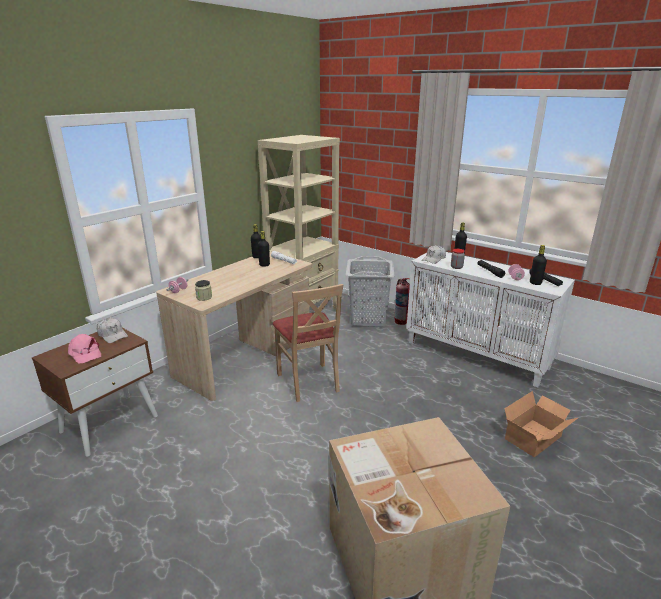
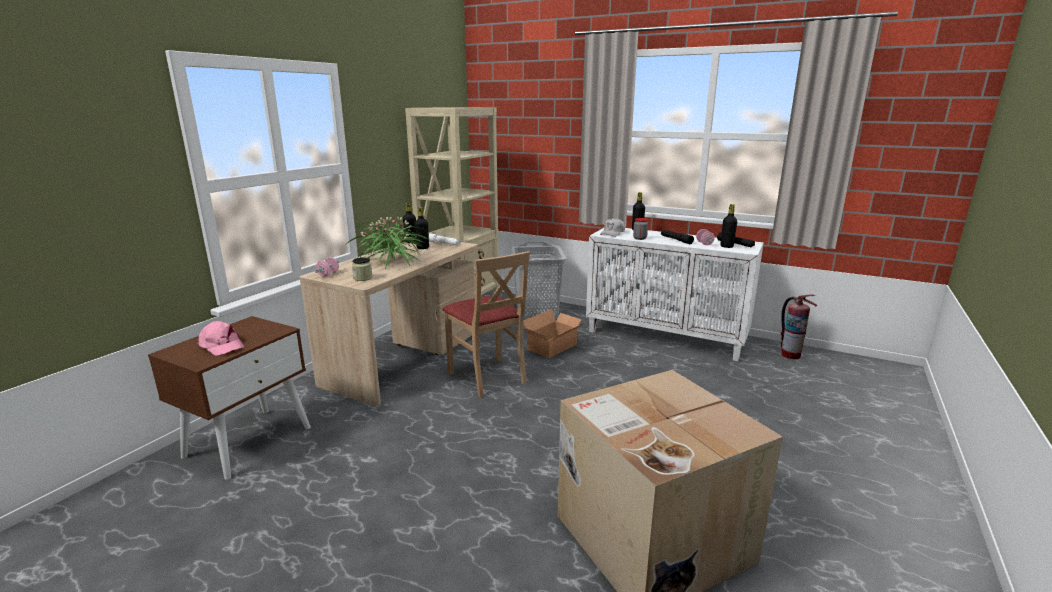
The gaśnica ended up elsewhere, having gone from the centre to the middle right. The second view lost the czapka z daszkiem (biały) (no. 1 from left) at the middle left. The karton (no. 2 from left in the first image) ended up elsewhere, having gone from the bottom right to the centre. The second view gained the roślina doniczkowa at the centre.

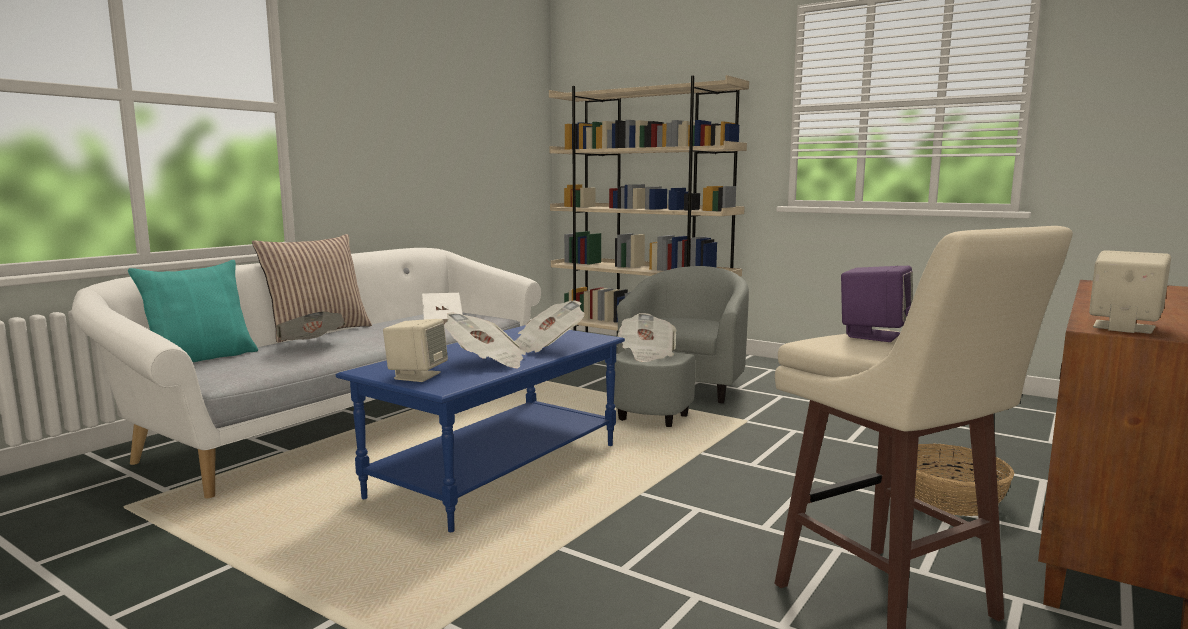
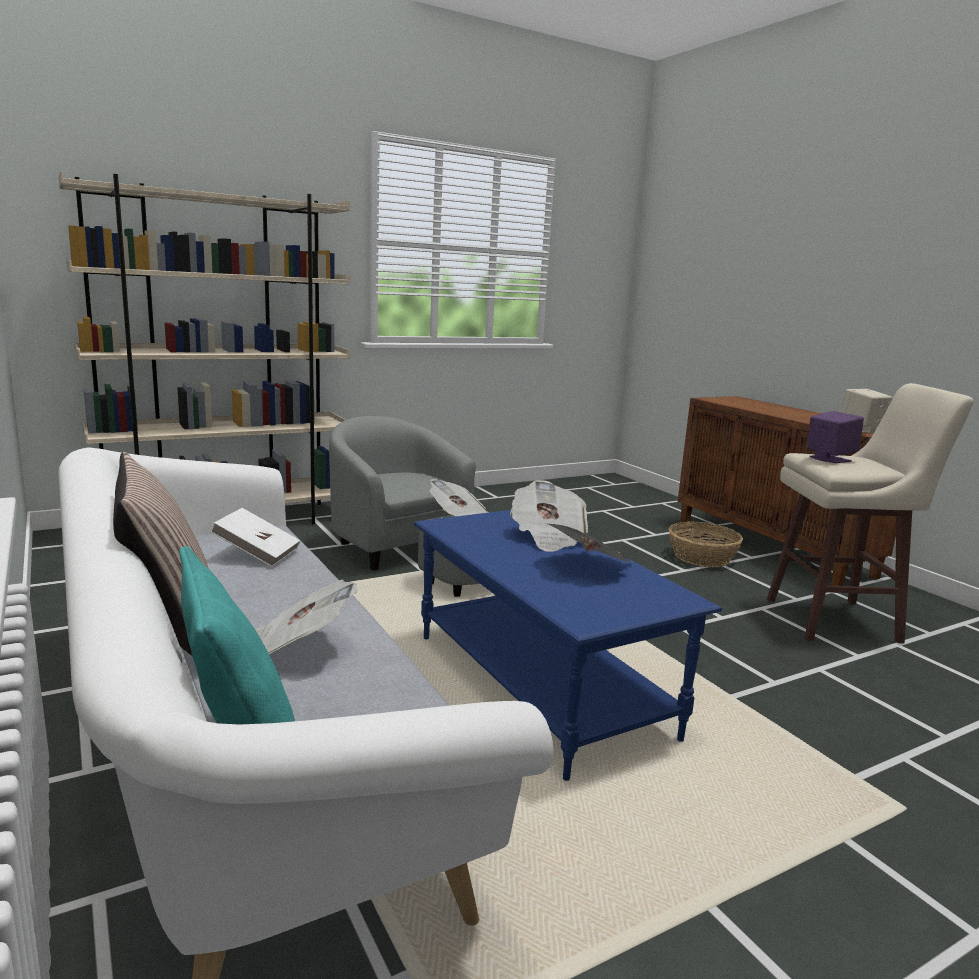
The second view lost the głośnik (beżowy) (no. 1 from left) at the centre.

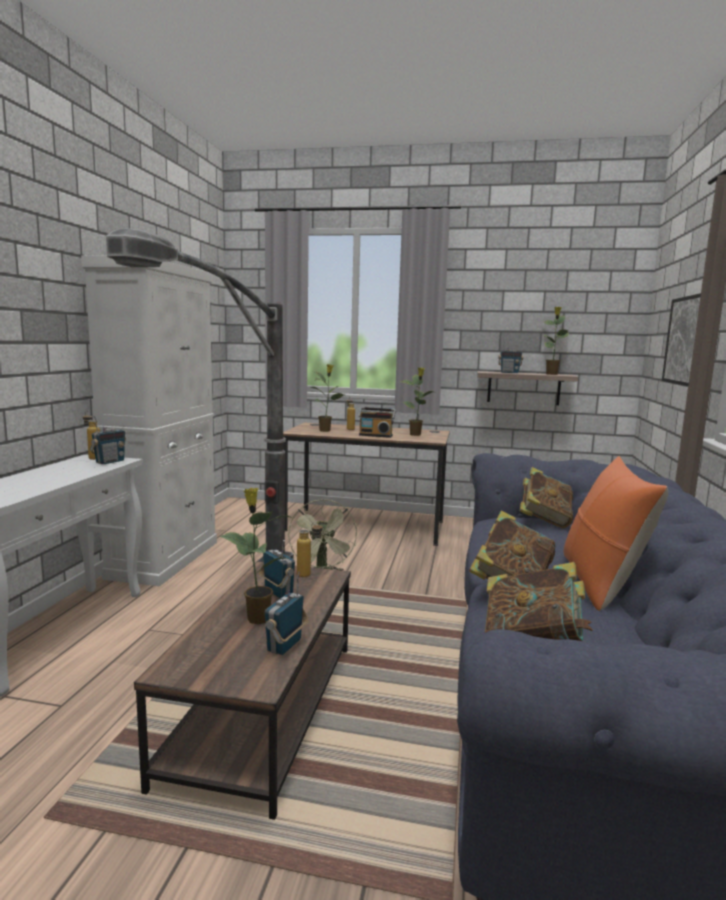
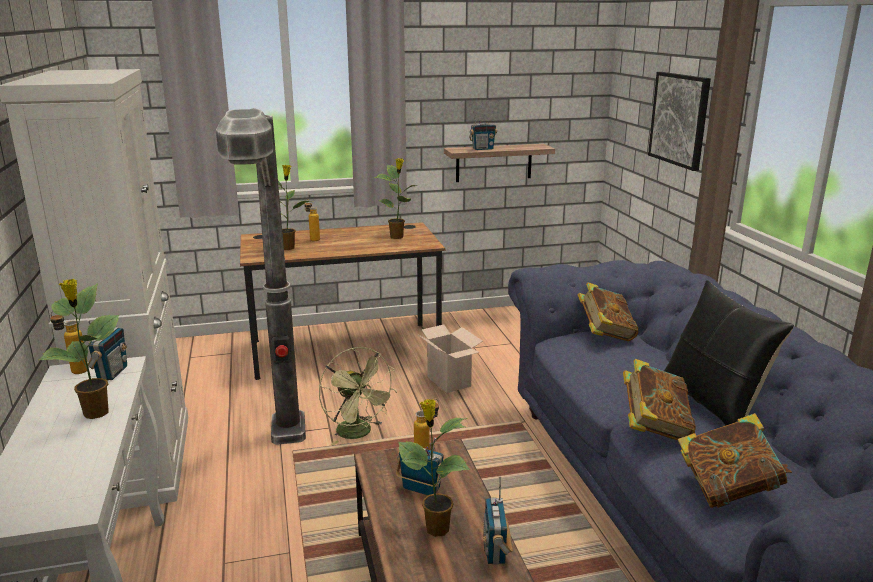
The roślina doniczkowa (no. 4 from left in the first image) ended up elsewhere, having gone from the middle right to the middle left. The second view lost the radio (no. 4 from left) at the centre. What was the poduszka (pomarańczowy) at the middle right turned into the poduszka (czarny) at the middle right. The second view gained the karton at the centre.

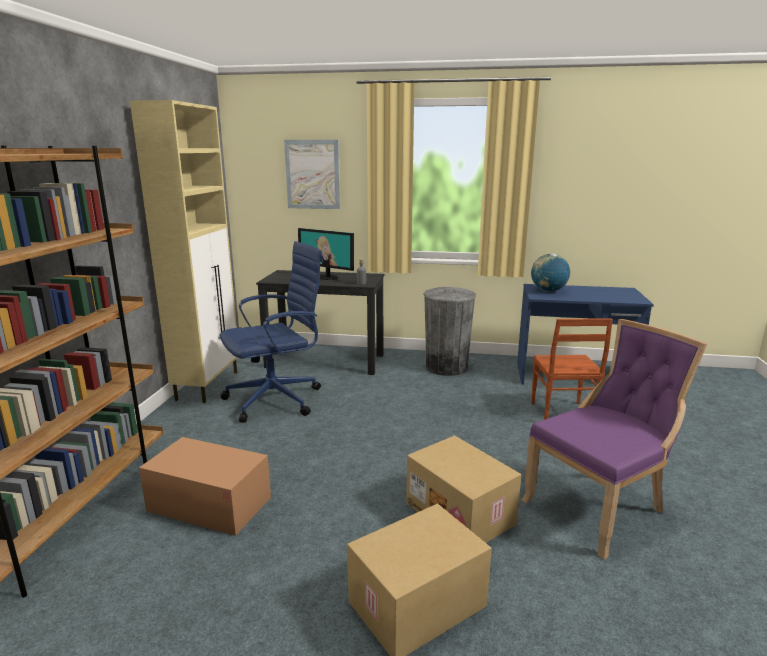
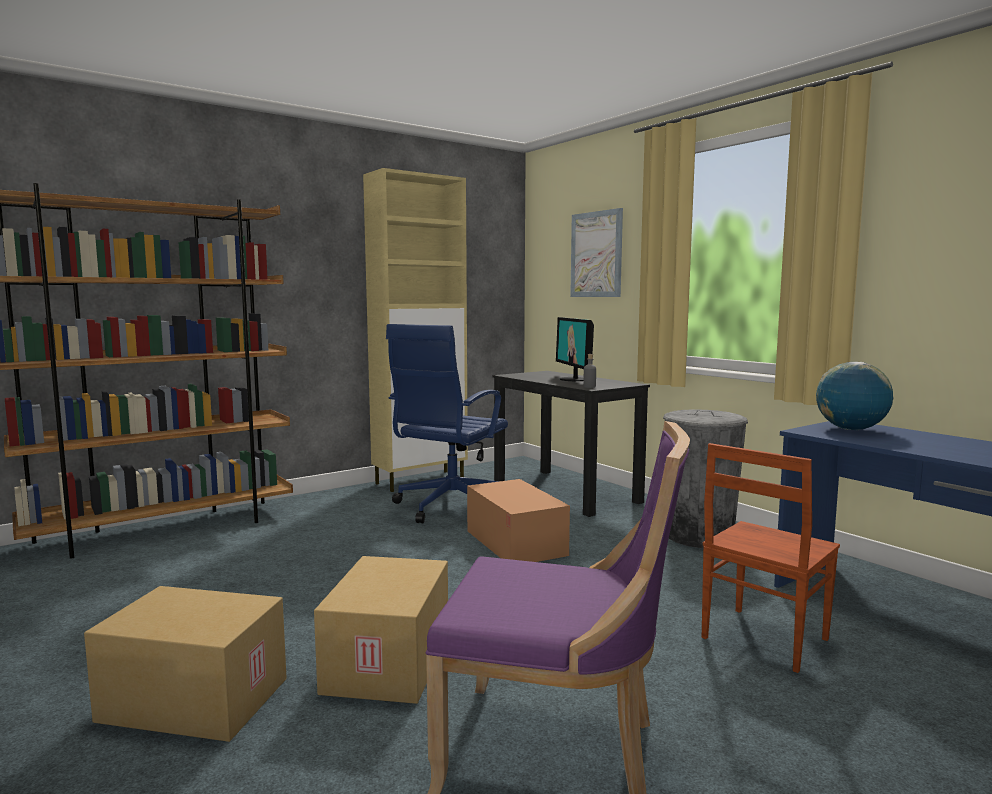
The krzesło biurowe (niebieski) at the centre ended up facing another way, 105 degrees clockwise from before. The karton (no. 1 from left in the first image) ended up elsewhere, having gone from the bottom left to the centre.

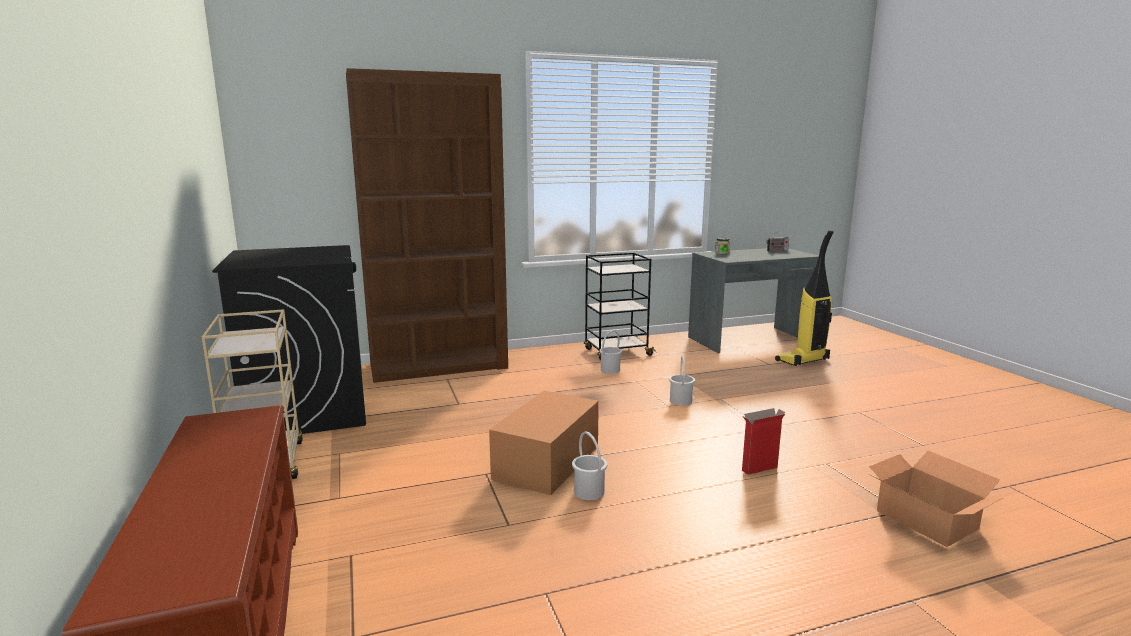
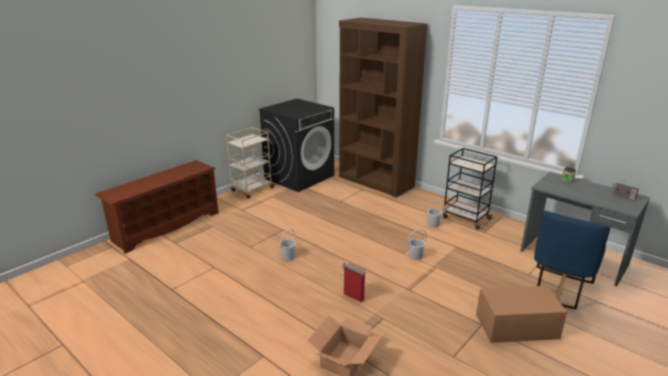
Where the odkurzacz stood at the middle right, the krzesło (niebieski) came to stand at the bottom right. The karton (no. 1 from left in the first image) ended up elsewhere, having gone from the bottom centre to the bottom right.

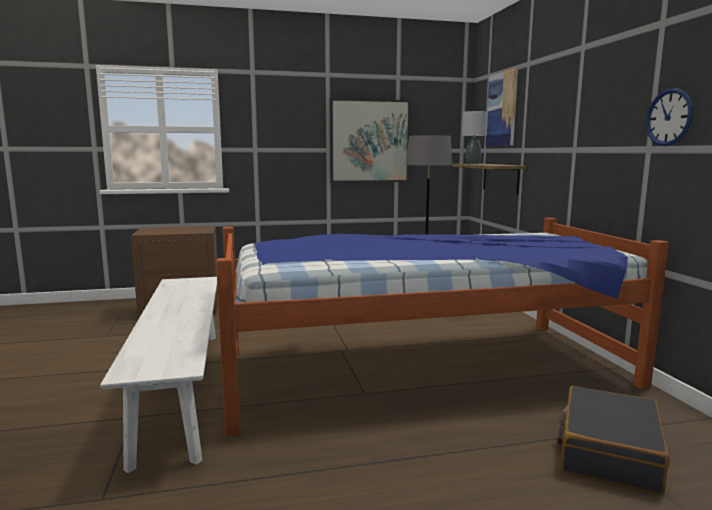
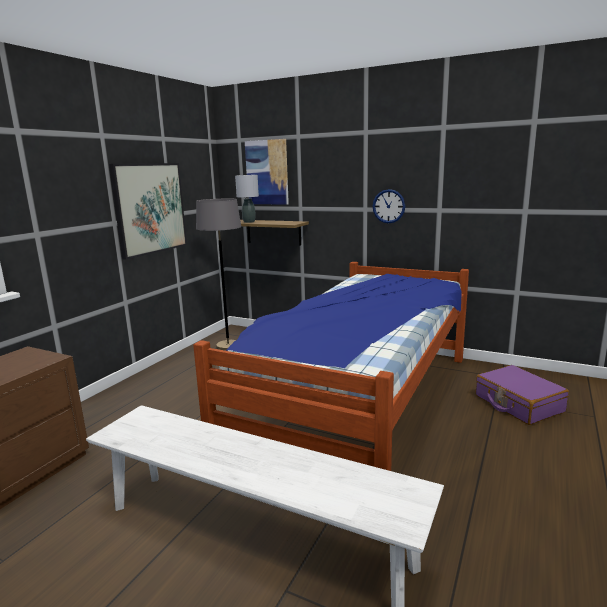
The zegar ścienny ended up elsewhere, having gone from the top right to the centre. What was the walizka (czarny) at the bottom right turned into the walizka (fioletowy) at the middle right.

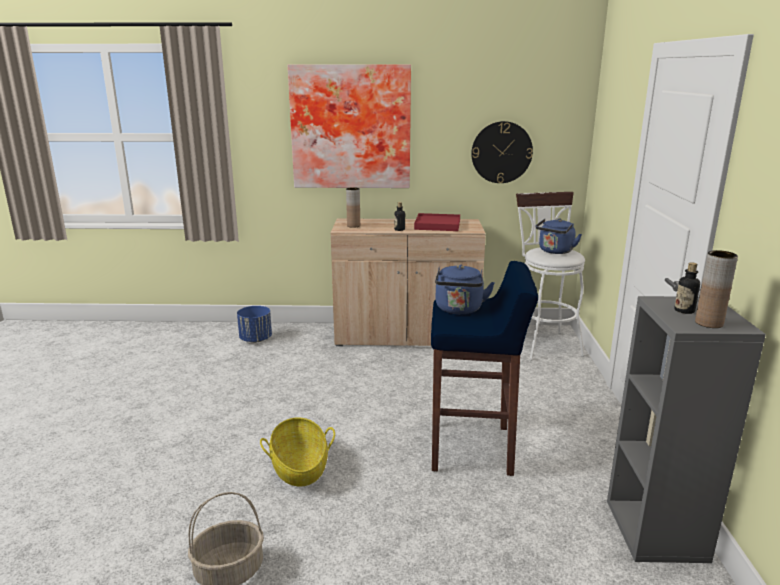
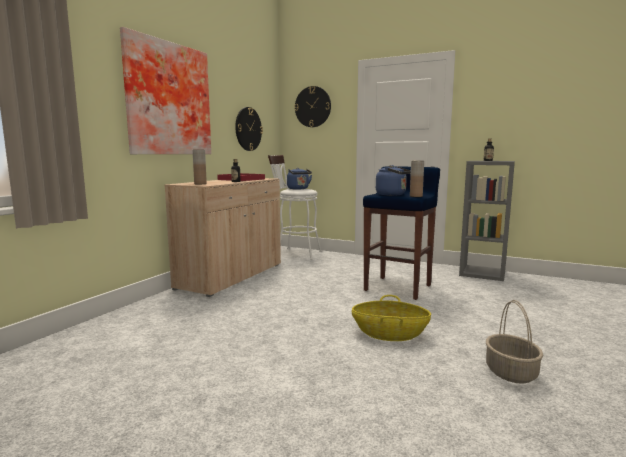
The wazon (brązowy) (no. 2 from left) ended up elsewhere, having gone from the middle right to the centre. The second view lost the donica (niebieski) at the middle left. The second view gained the zegar ścienny (no. 2 from left) at the top centre.

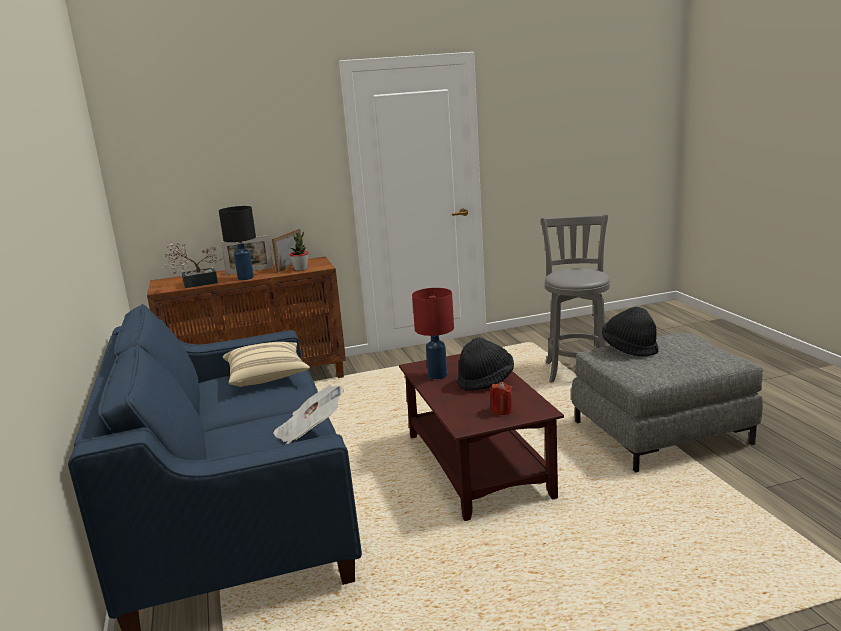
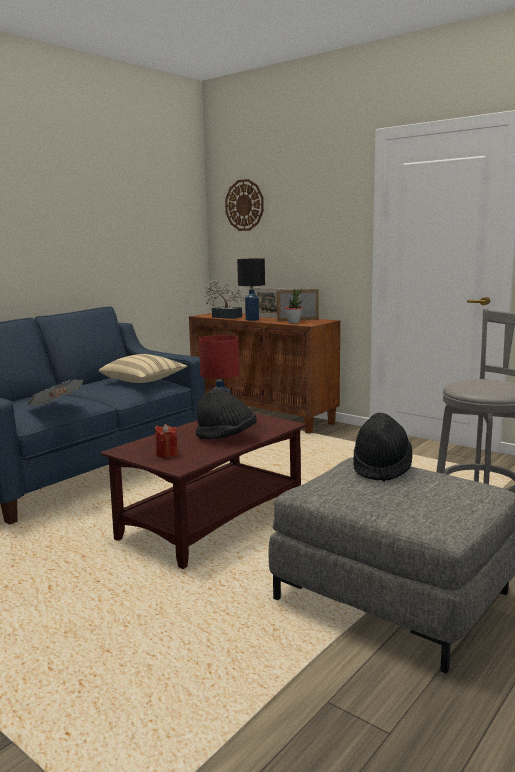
The second view gained the zegar ścienny at the top centre.

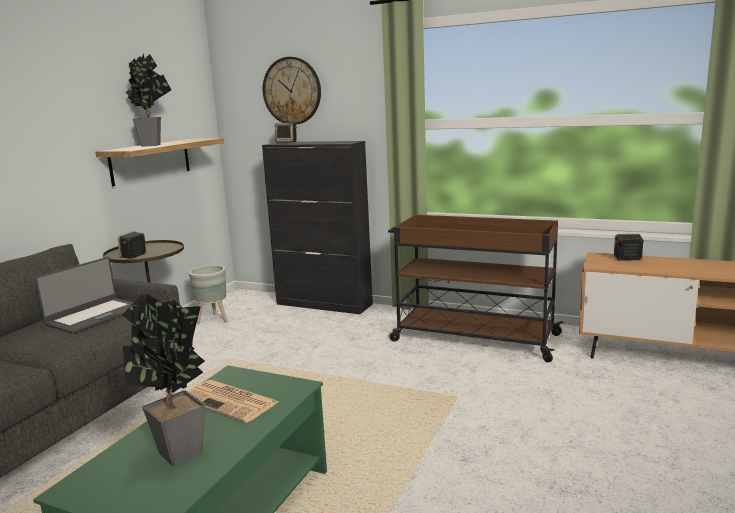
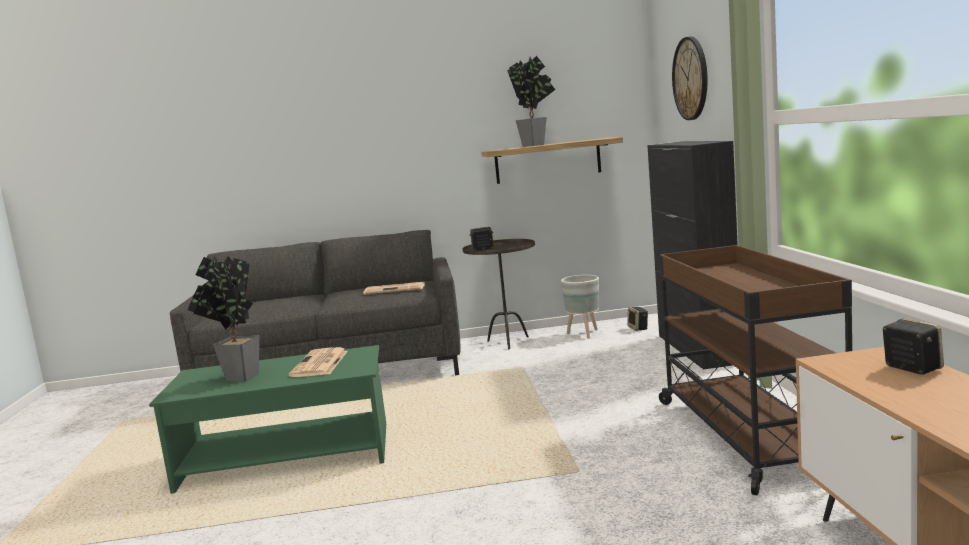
The głośnik (no. 2 from left) ended up elsewhere, having gone from the top centre to the centre. Where the laptop stood at the middle left, the gazeta (no. 2 from left) came to stand at the centre.

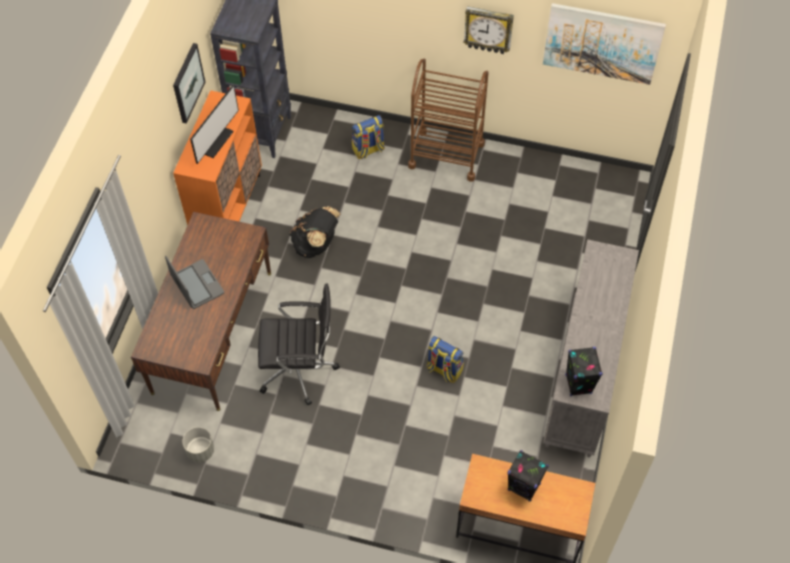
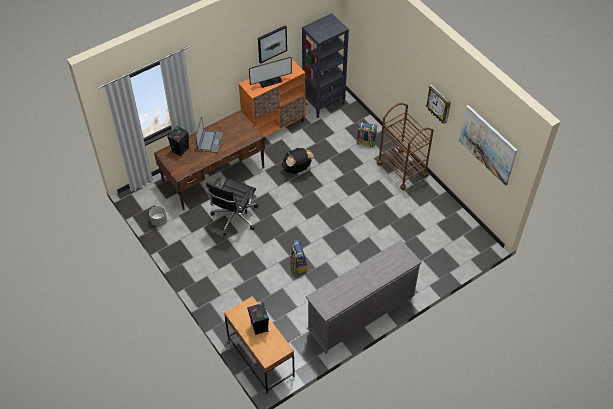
The krzesło biurowe (czarny) at the centre ended up facing another way, 75 degrees clockwise from before. The głośnik (czarny) (no. 2 from left in the first image) ended up elsewhere, having gone from the middle right to the middle left.

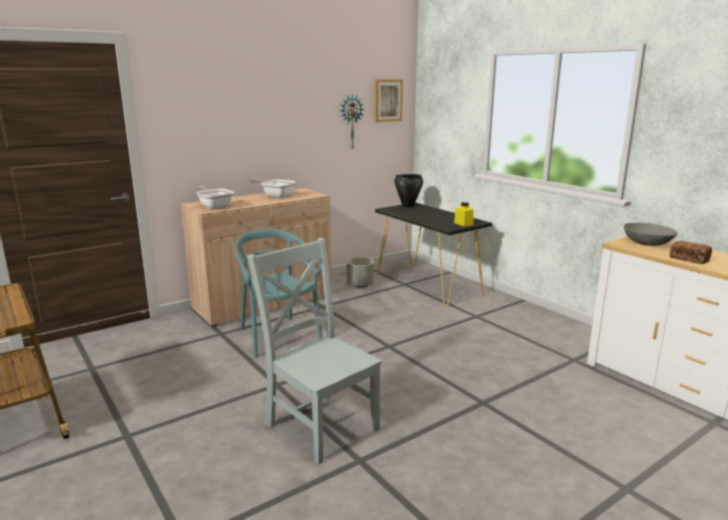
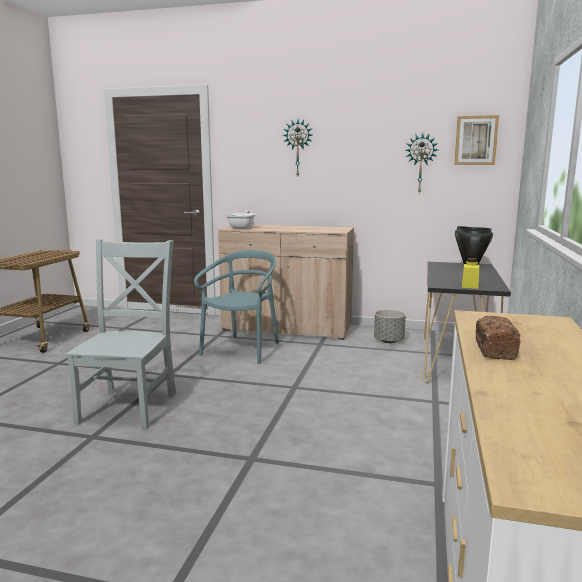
The second view lost the patelnia (no. 2 from left) at the centre. The second view lost the miska (szary) at the middle right. The second view gained the zegar ścienny (no. 1 from left) at the top centre.

